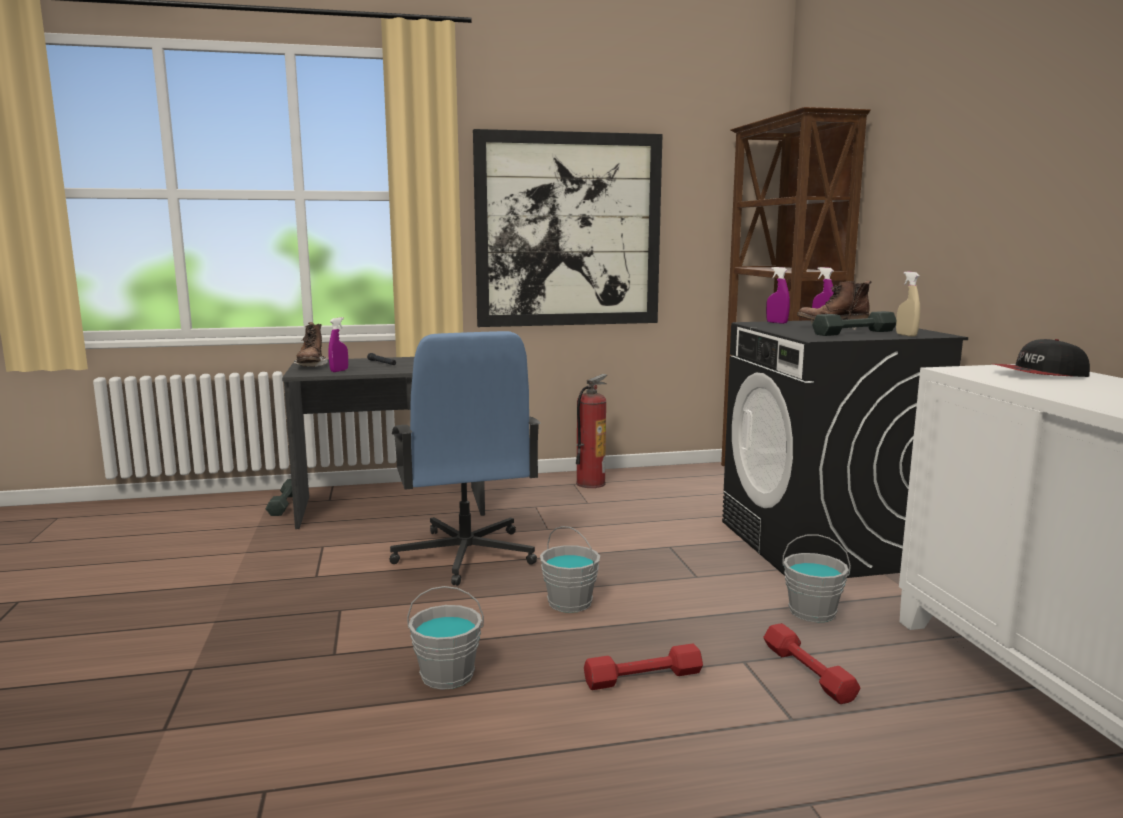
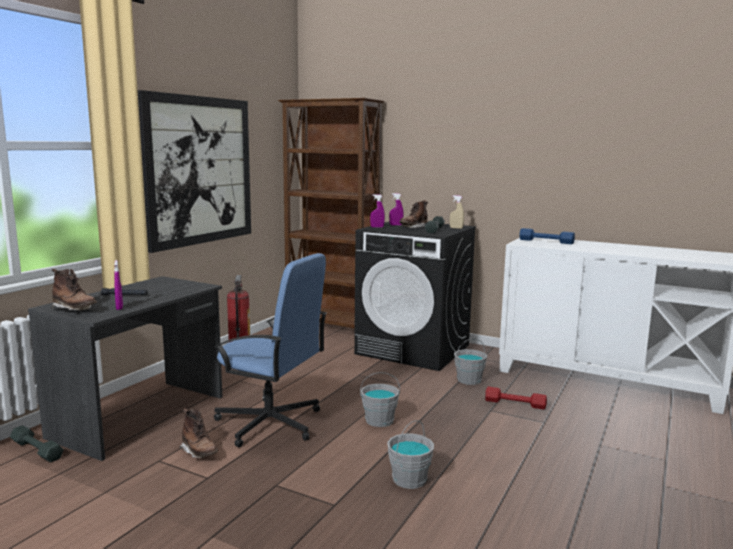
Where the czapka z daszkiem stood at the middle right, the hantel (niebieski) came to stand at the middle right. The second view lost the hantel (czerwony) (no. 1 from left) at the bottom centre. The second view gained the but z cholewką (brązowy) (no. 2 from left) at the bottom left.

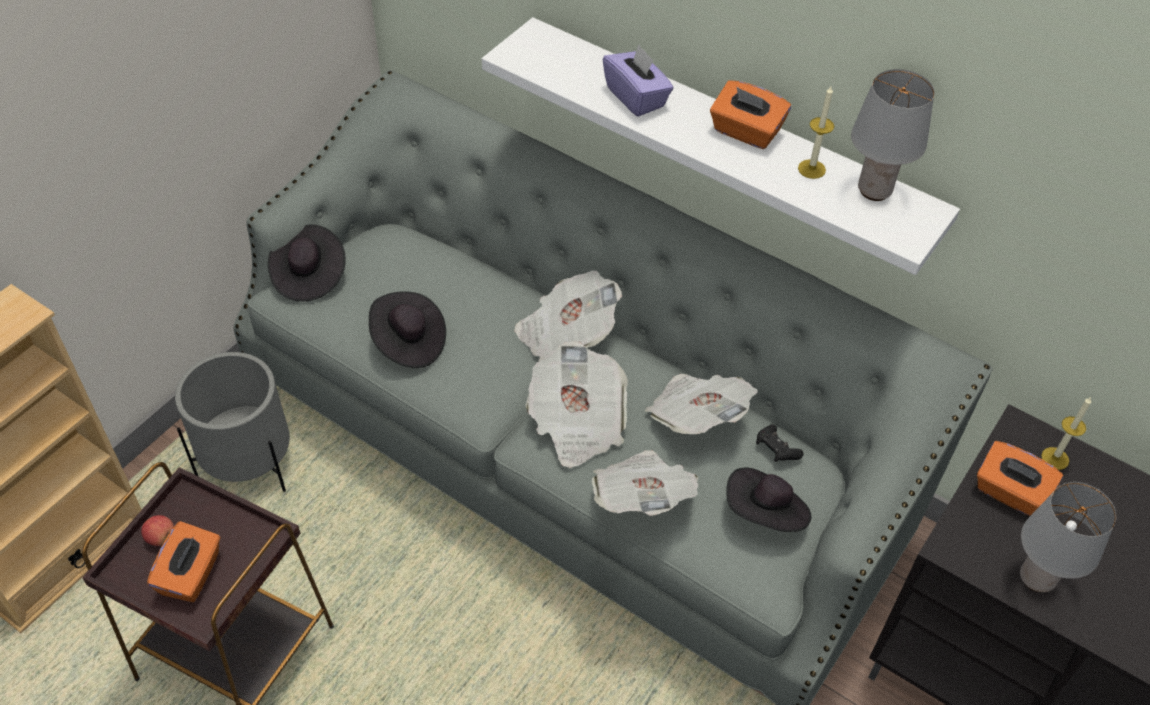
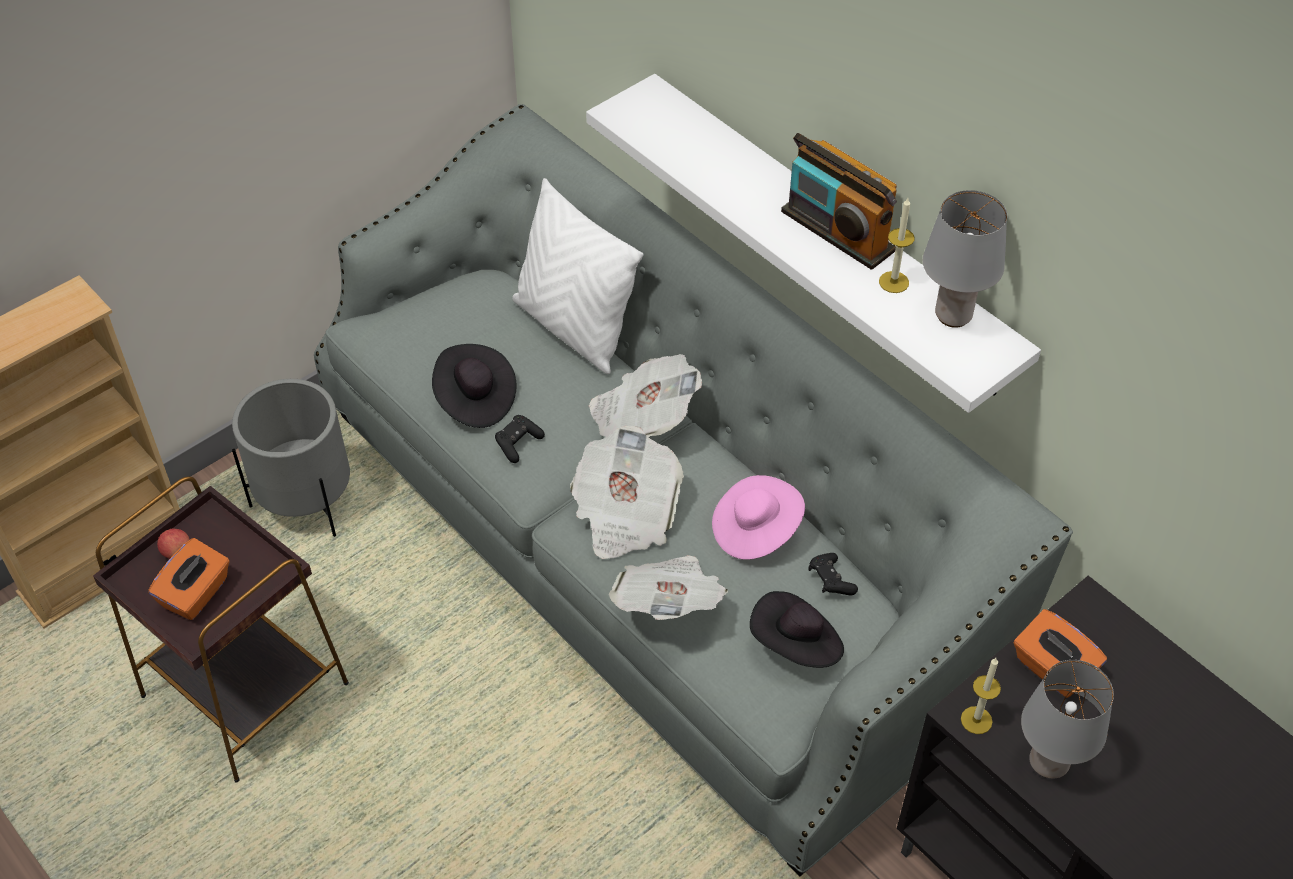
The second view lost the pudełko chusteczek (fioletowy) at the top centre. Where the pudełko chusteczek (pomarańczowy) (no. 2 from left) stood at the top centre, the radio came to stand at the top centre. The second view lost the kapelusz (czarny) (no. 1 from left) at the middle left. Where the gazeta (no. 4 from left) stood at the centre, the kapelusz (różowy) came to stand at the centre. The świeca (no. 2 from left) ended up elsewhere, having gone from the middle right to the bottom right. The second view gained the poduszka (biały) at the top centre. The second view gained the pad do gier (czarny) (no. 1 from left) at the centre.

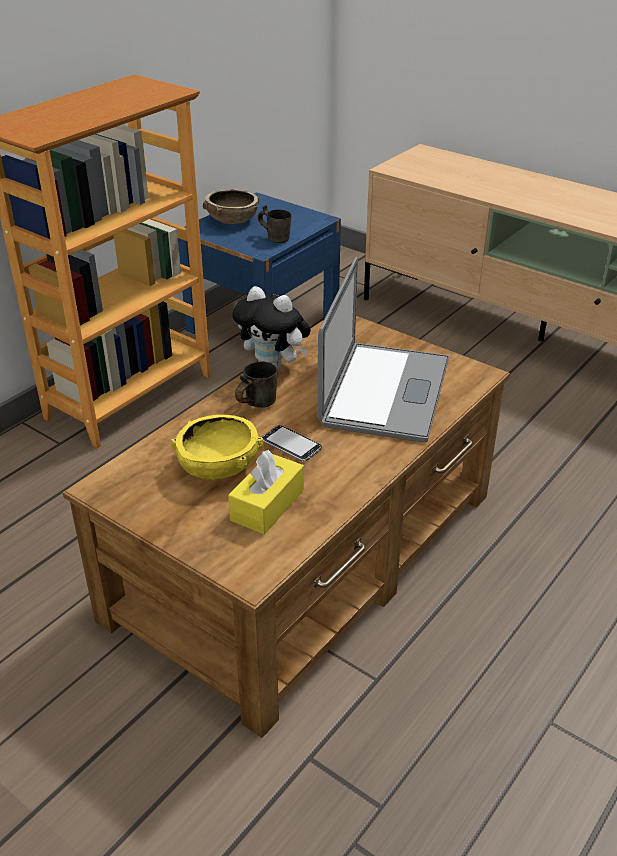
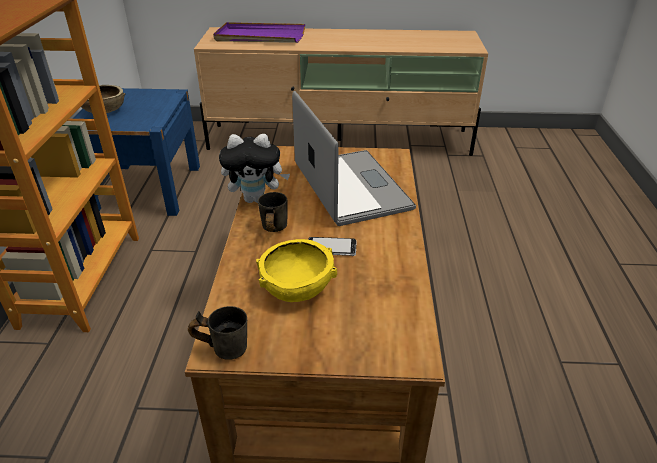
The kubek (szary) (no. 2 from left in the first image) ended up elsewhere, having gone from the top centre to the bottom left. The second view lost the pudełko chusteczek (żółty) at the centre. The second view gained the taca (fioletowy) at the top centre.

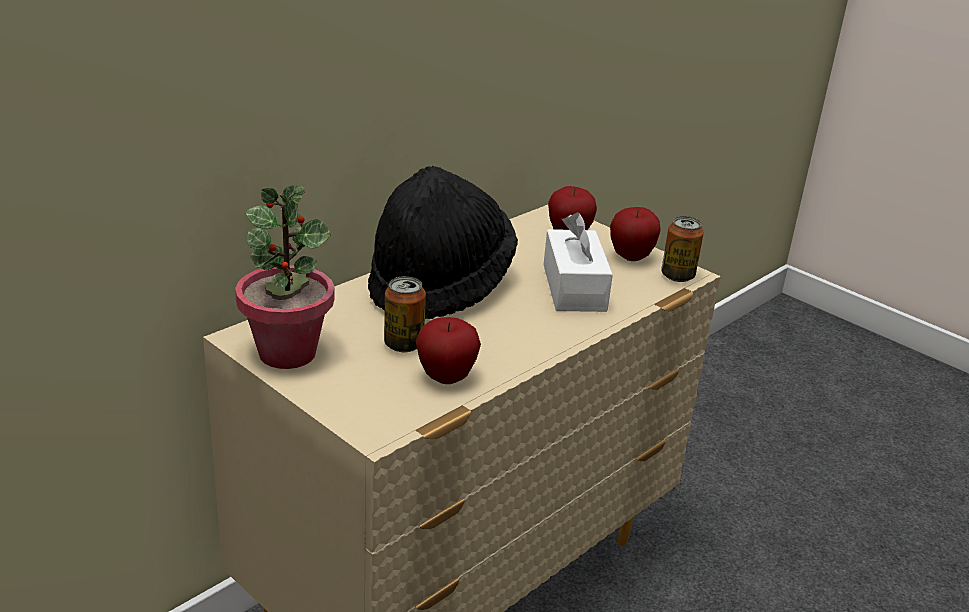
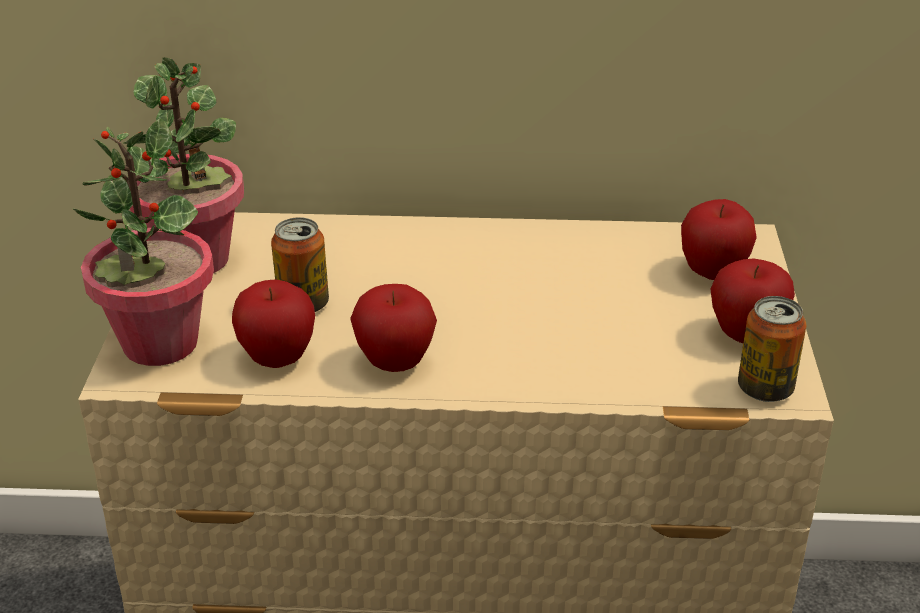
The second view lost the kapelusz (czarny) at the centre. The second view lost the pudełko chusteczek (biały) at the centre. The second view gained the roślina doniczkowa (no. 1 from left) at the middle left. The second view gained the jabłko (no. 2 from left) at the centre.

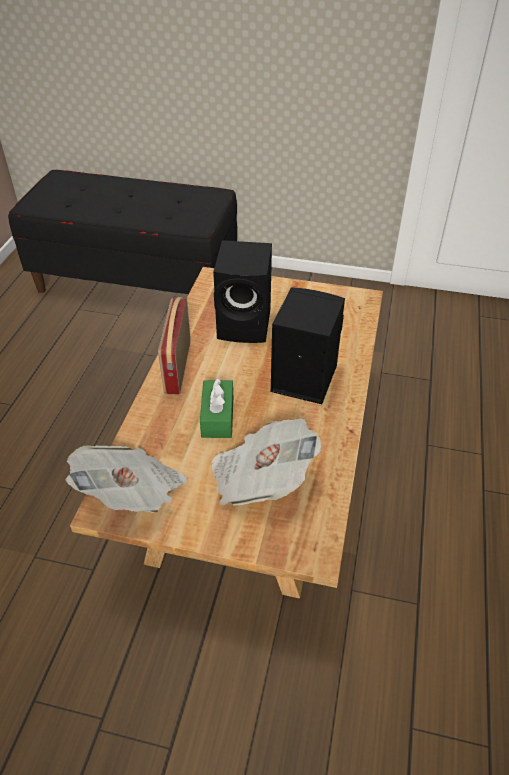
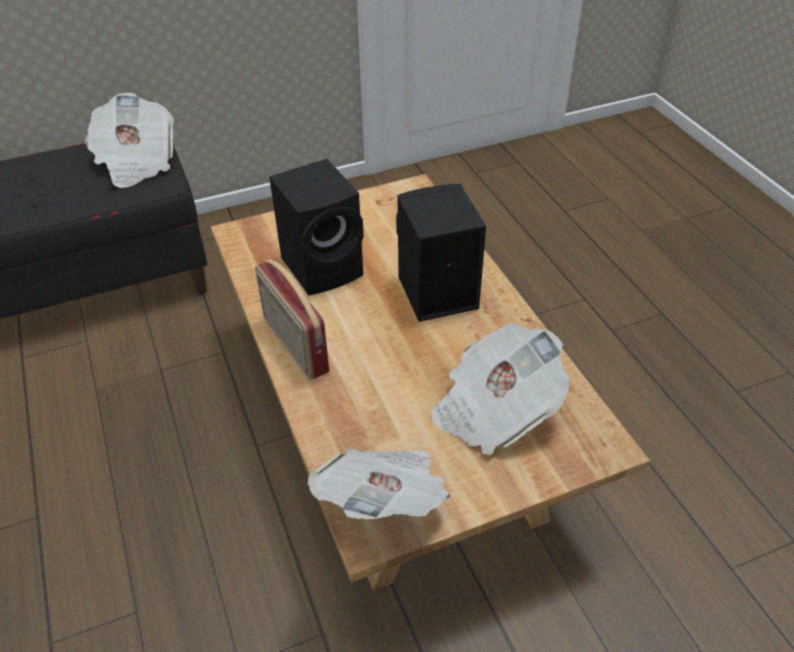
The second view lost the pudełko chusteczek (zielony) at the centre. The second view gained the gazeta (no. 1 from left) at the top left.

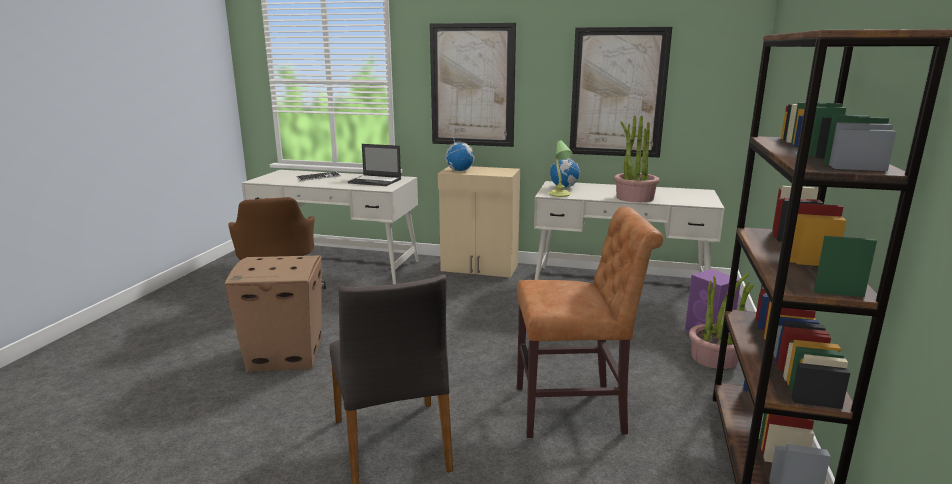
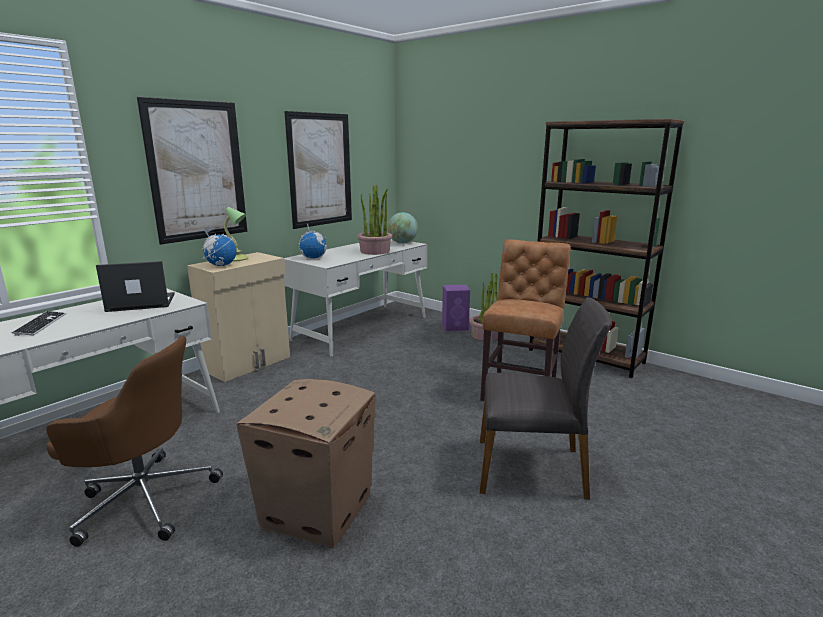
The lampa stołowa ended up elsewhere, having gone from the centre to the middle left. The laptop at the centre ended up facing another way, 150 degrees counterclockwise from before. The second view gained the globus (no. 3 from left) at the centre.

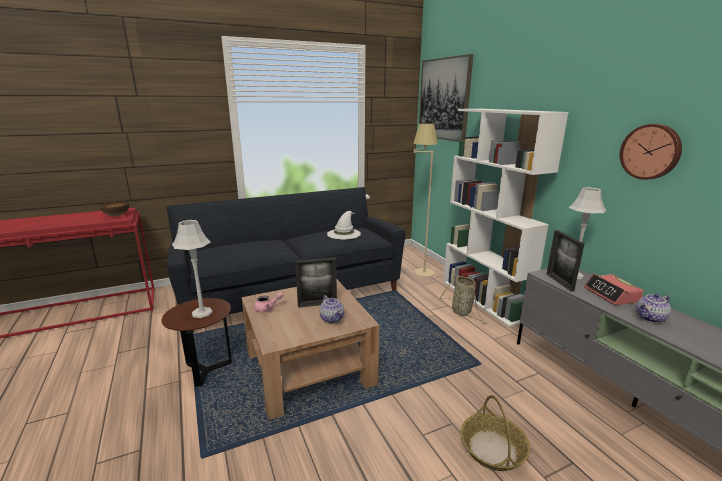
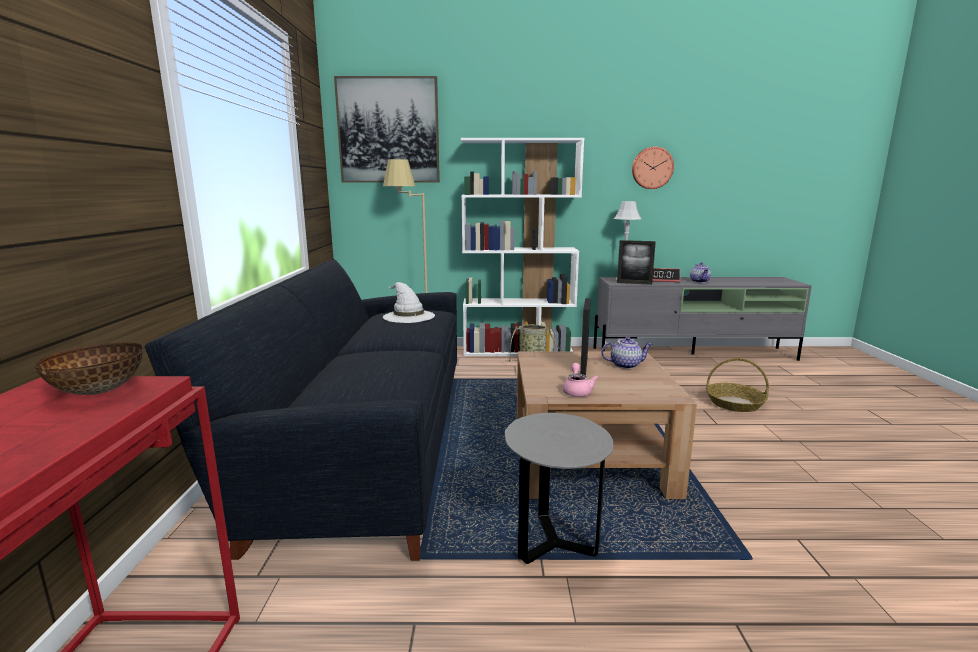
The second view lost the lampa stołowa (szary) (no. 1 from left) at the middle left. What was the stolik (brązowy) at the bottom left turned into the stolik (szary) at the bottom centre.

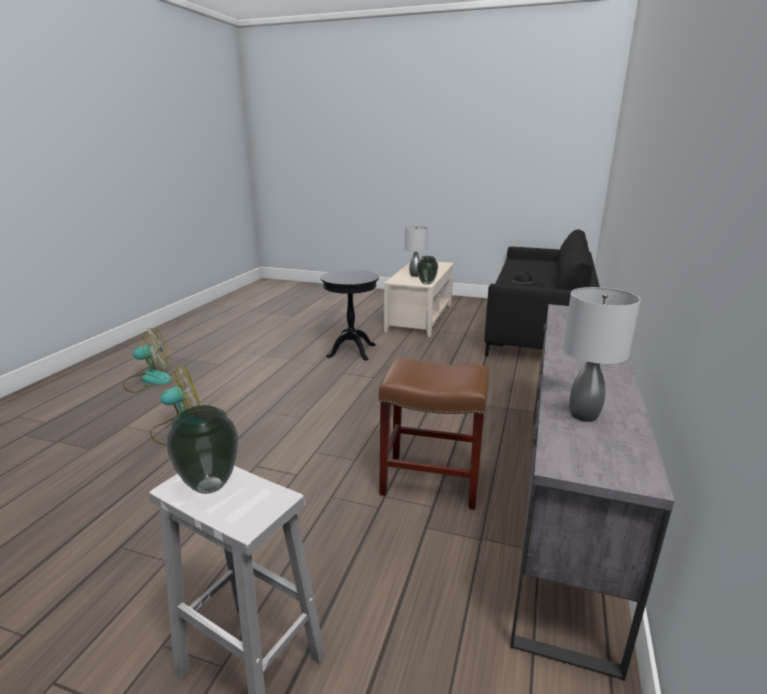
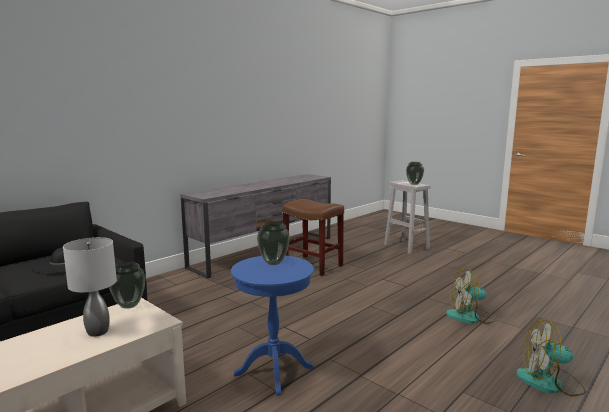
What was the stolik (czarny) at the centre turned into the stolik (niebieski) at the bottom centre. The second view lost the lampa stołowa (szary) (no. 2 from left) at the middle right. The second view gained the wazon (no. 2 from left) at the centre.

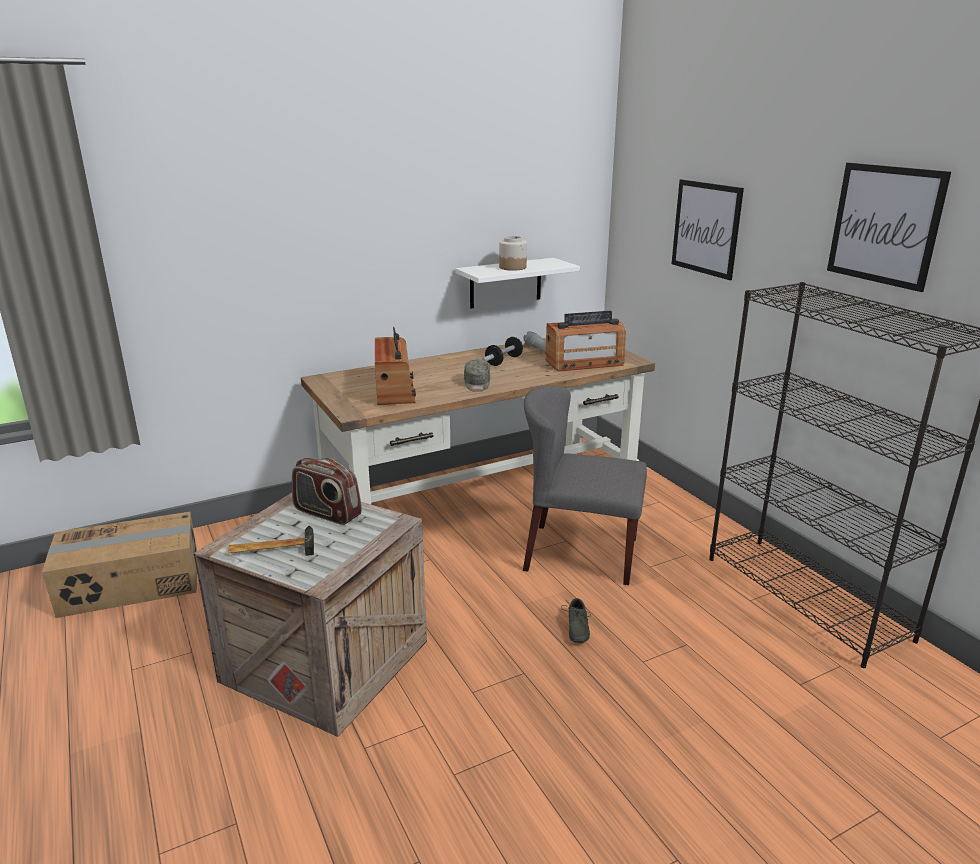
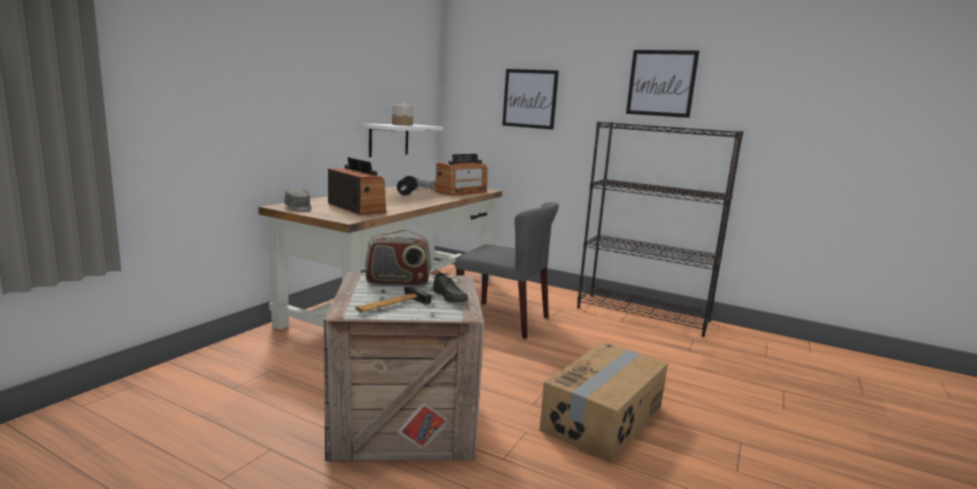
The czapka z daszkiem (szary) ended up elsewhere, having gone from the centre to the middle left. The krzesło (szary) at the centre ended up facing another way, 135 degrees counterclockwise from before. The karton ended up elsewhere, having gone from the middle left to the bottom centre. The but (szary) ended up elsewhere, having gone from the bottom centre to the centre.

